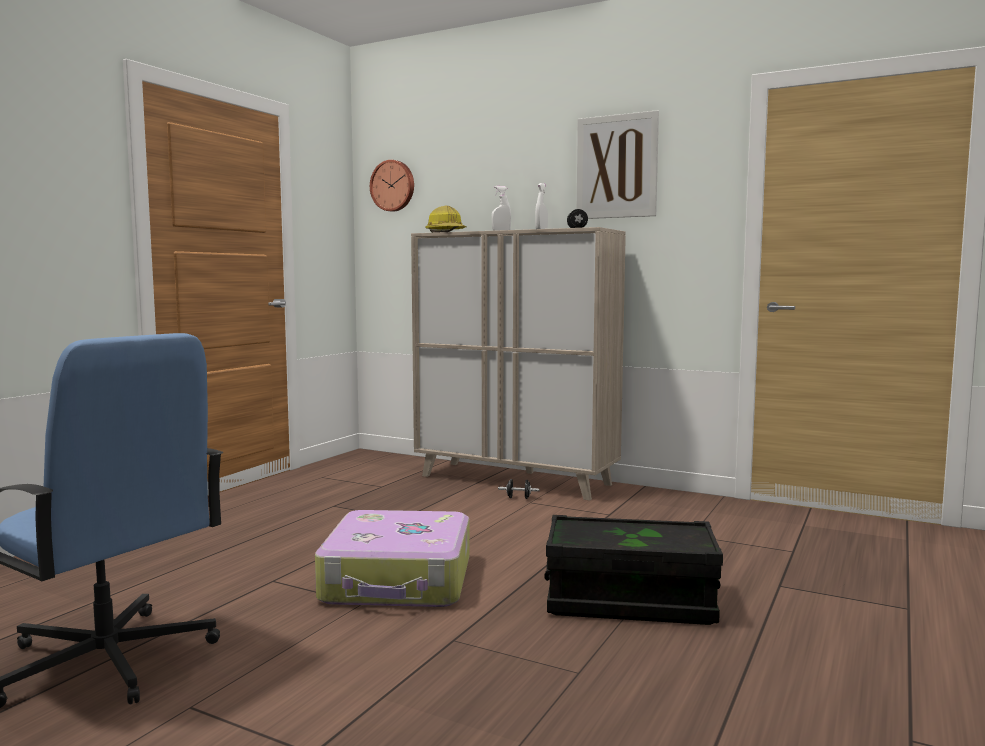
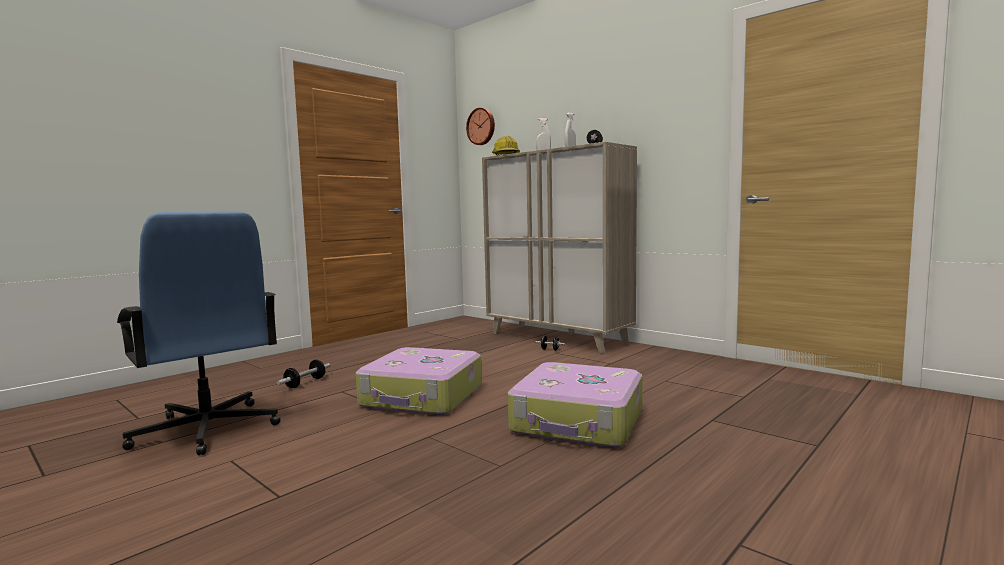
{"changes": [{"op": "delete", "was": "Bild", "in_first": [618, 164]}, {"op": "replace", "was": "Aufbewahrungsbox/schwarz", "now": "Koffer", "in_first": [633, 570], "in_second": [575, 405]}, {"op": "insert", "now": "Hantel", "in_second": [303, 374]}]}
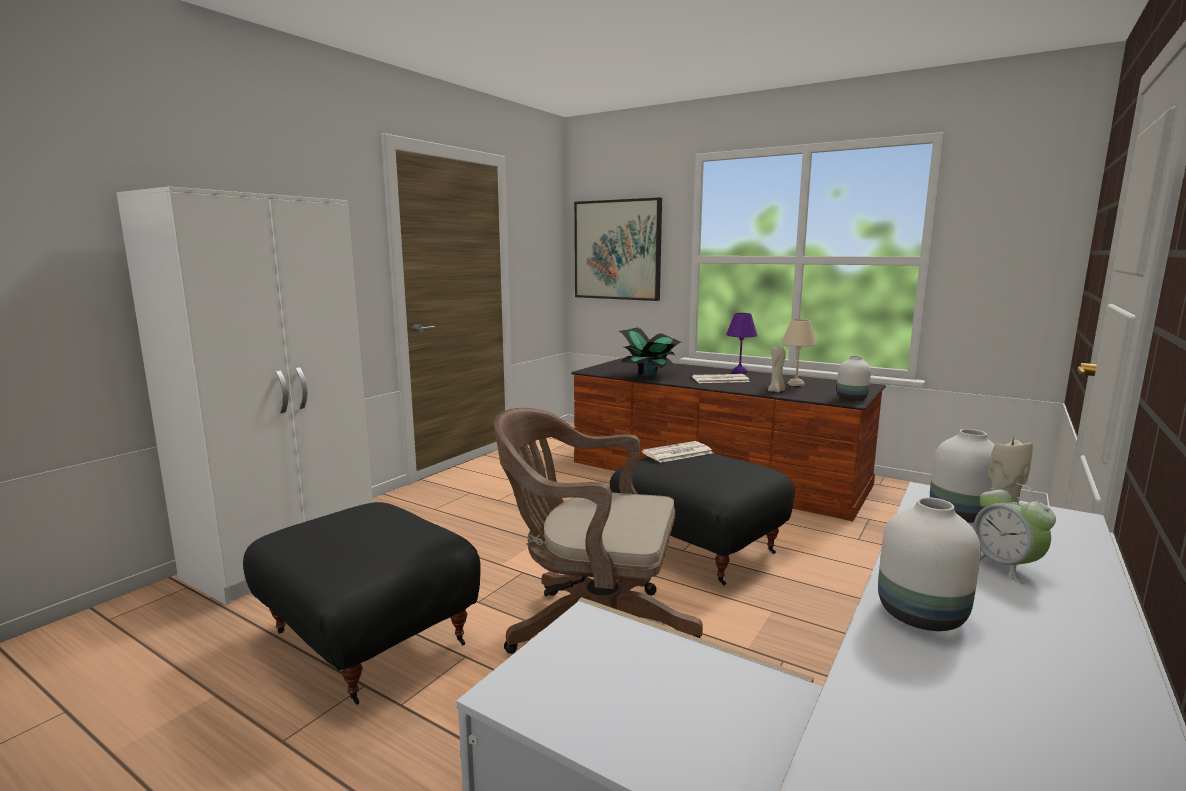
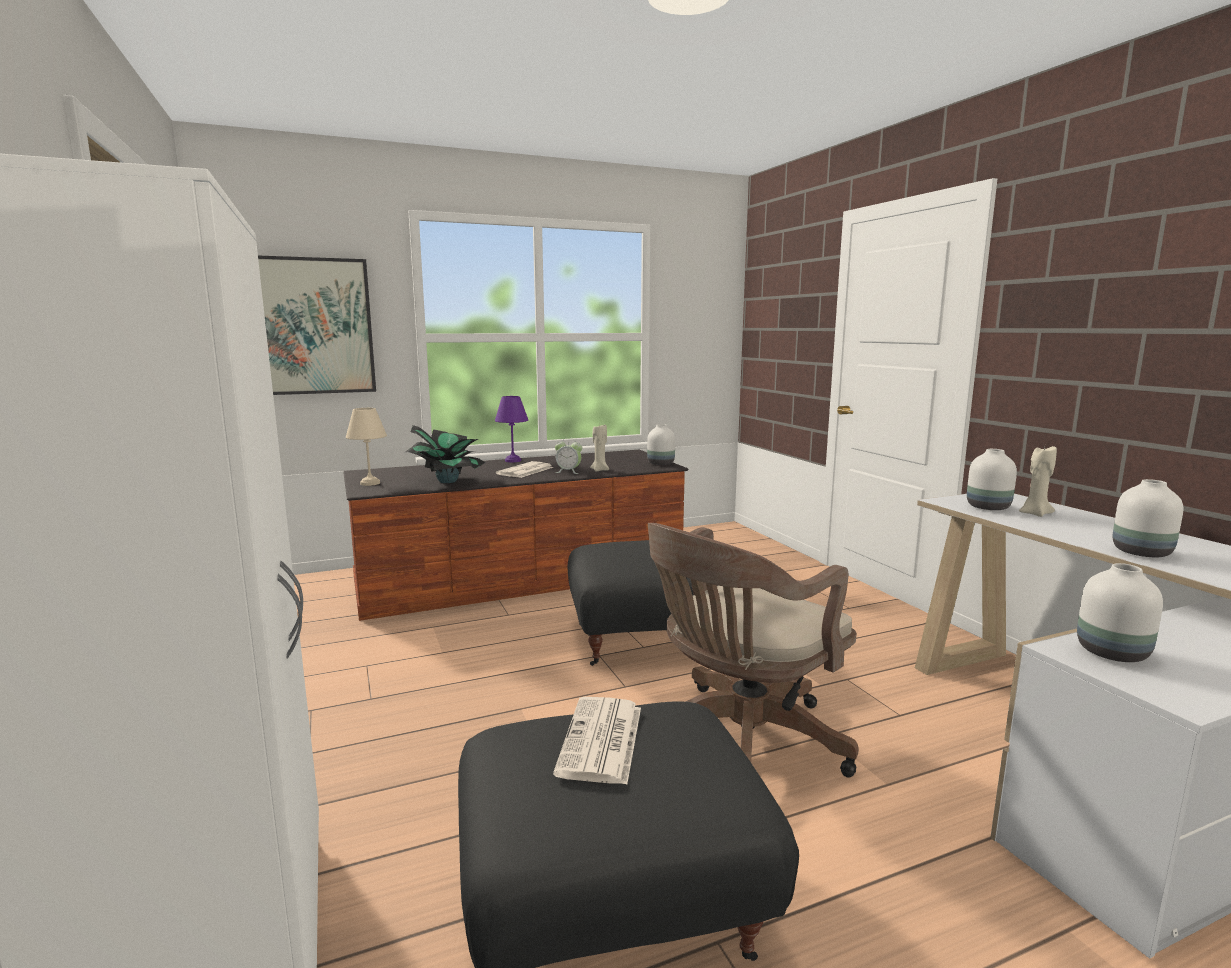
{"changes": [{"op": "move", "was": "Tischlampe/beige", "in_first": [799, 352], "in_second": [366, 447]}, {"op": "move", "was": "Zeitung", "in_first": [677, 452], "in_second": [597, 741]}, {"op": "move", "was": "Wecker", "in_first": [1014, 533], "in_second": [568, 455]}, {"op": "insert", "now": "Vase/weiß", "in_second": [1120, 612]}]}
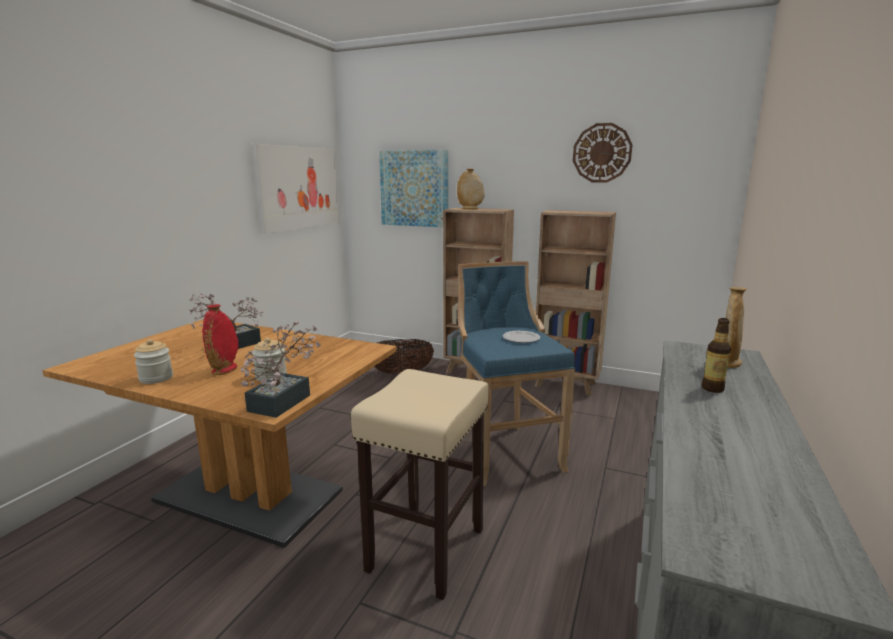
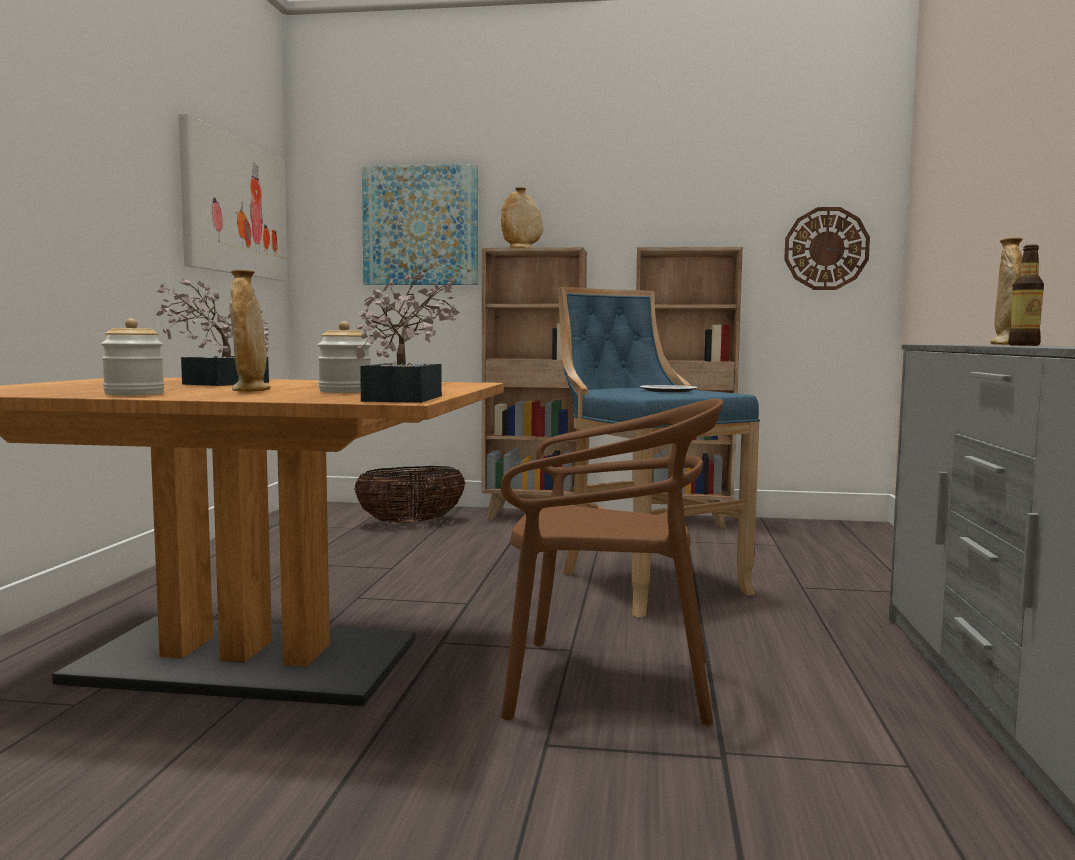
{"changes": [{"op": "move", "was": "Wanduhr", "in_first": [603, 153], "in_second": [827, 248]}, {"op": "recolor", "was": "Vase/rot", "now": "Vase/beige", "in_first": [220, 339], "in_second": [249, 330]}, {"op": "replace", "was": "Hocker/beige", "now": "Stuhl/braun", "in_first": [420, 484], "in_second": [612, 562]}]}
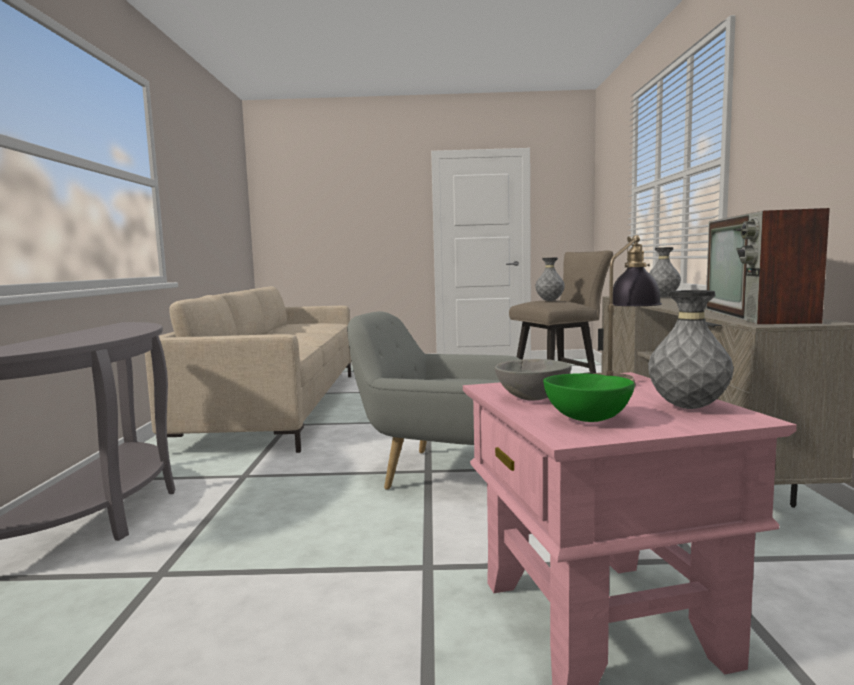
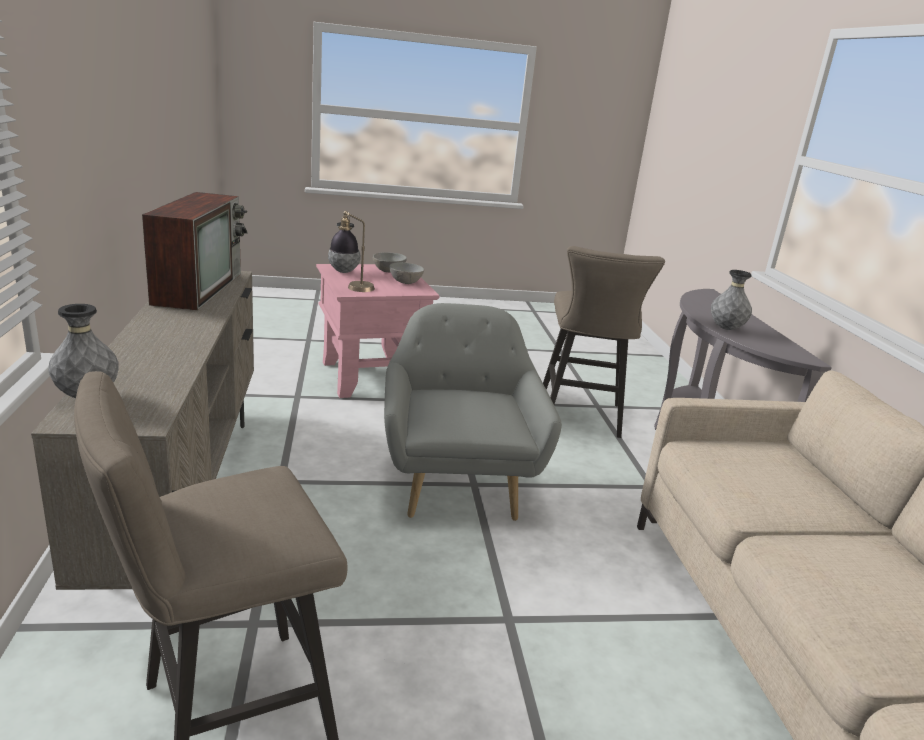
{"changes": [{"op": "move", "was": "Vase/grau", "in_first": [550, 279], "in_second": [731, 300]}, {"op": "rotate", "was": "Sessel/grau", "in_first": [433, 400], "in_second": [473, 412], "clockwise": -105}, {"op": "recolor", "was": "Schüssel/grün", "now": "Schüssel/grau", "in_first": [589, 398], "in_second": [390, 262]}, {"op": "insert", "now": "Hocker/beige", "in_second": [604, 342]}]}
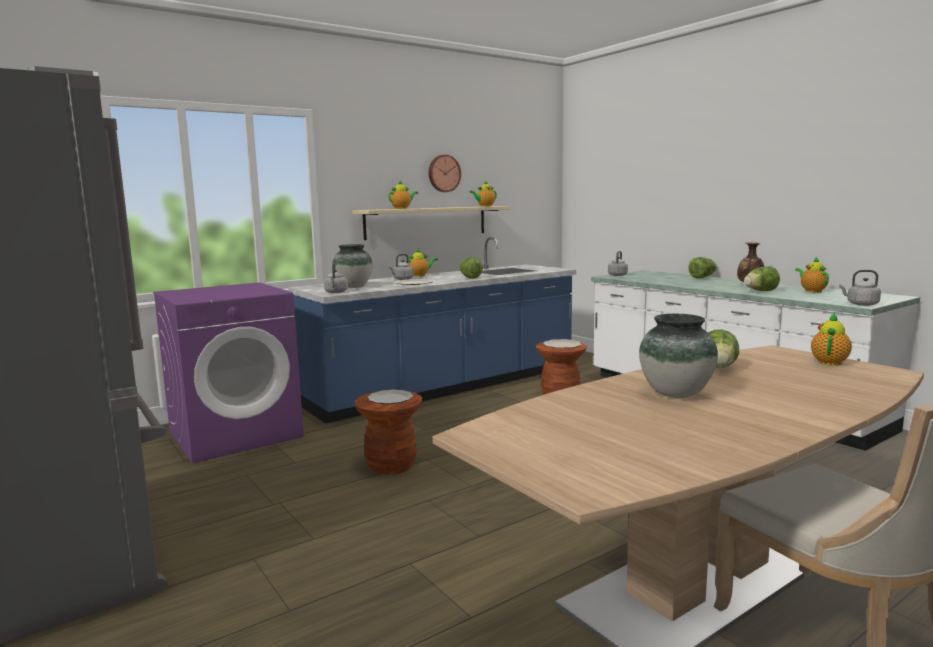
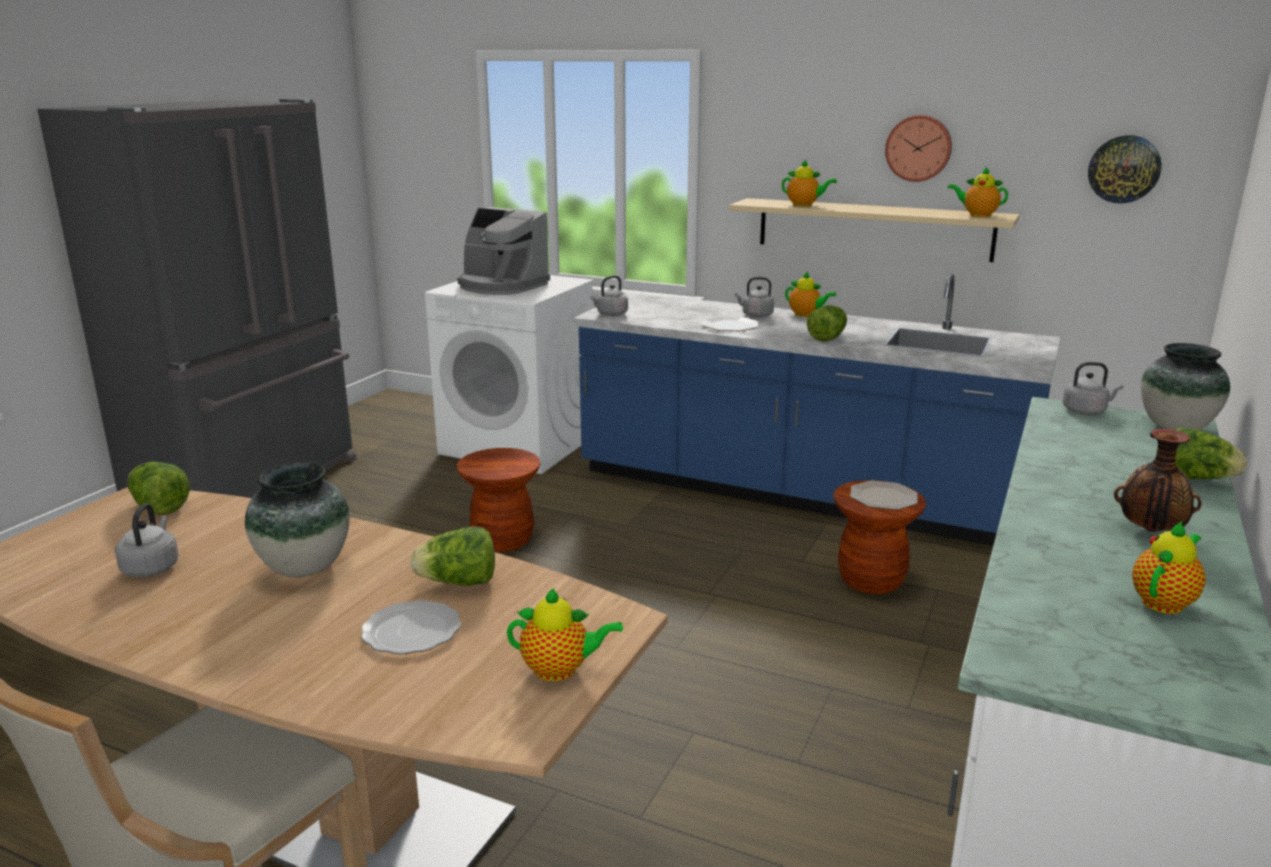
{"changes": [{"op": "move", "was": "Vase", "in_first": [352, 266], "in_second": [1185, 386]}, {"op": "move", "was": "Salatkopf", "in_first": [762, 278], "in_second": [159, 488]}, {"op": "move", "was": "Wasserkessel/grau", "in_first": [860, 288], "in_second": [147, 540]}, {"op": "recolor", "was": "Waschmaschine/lila", "now": "Waschmaschine/weiß", "in_first": [228, 372], "in_second": [509, 374]}, {"op": "move", "was": "Teller", "in_first": [390, 397], "in_second": [411, 627]}, {"op": "insert", "now": "Wanduhr", "in_second": [1125, 169]}, {"op": "insert", "now": "Kaffeemaschine", "in_second": [503, 251]}]}
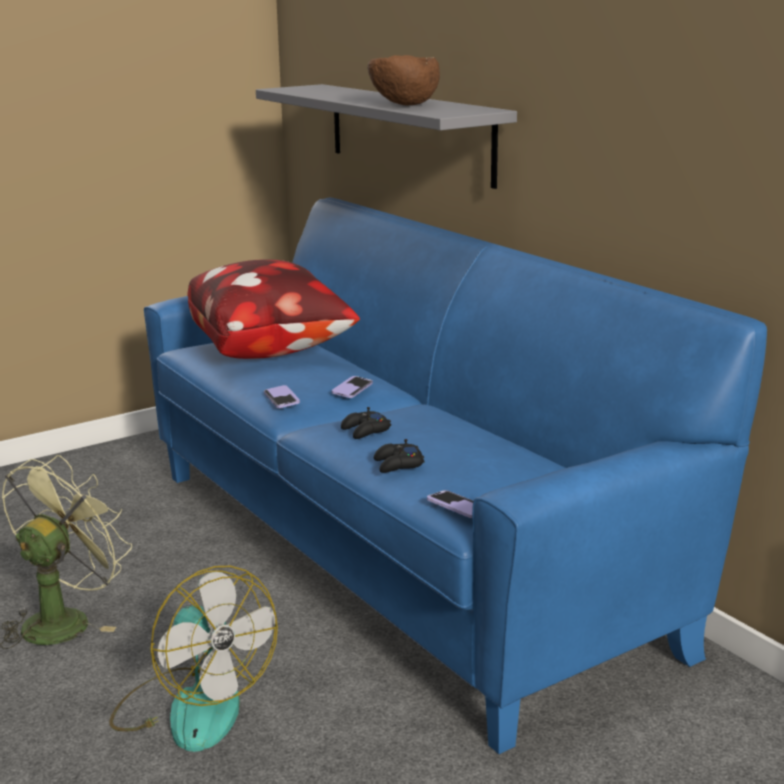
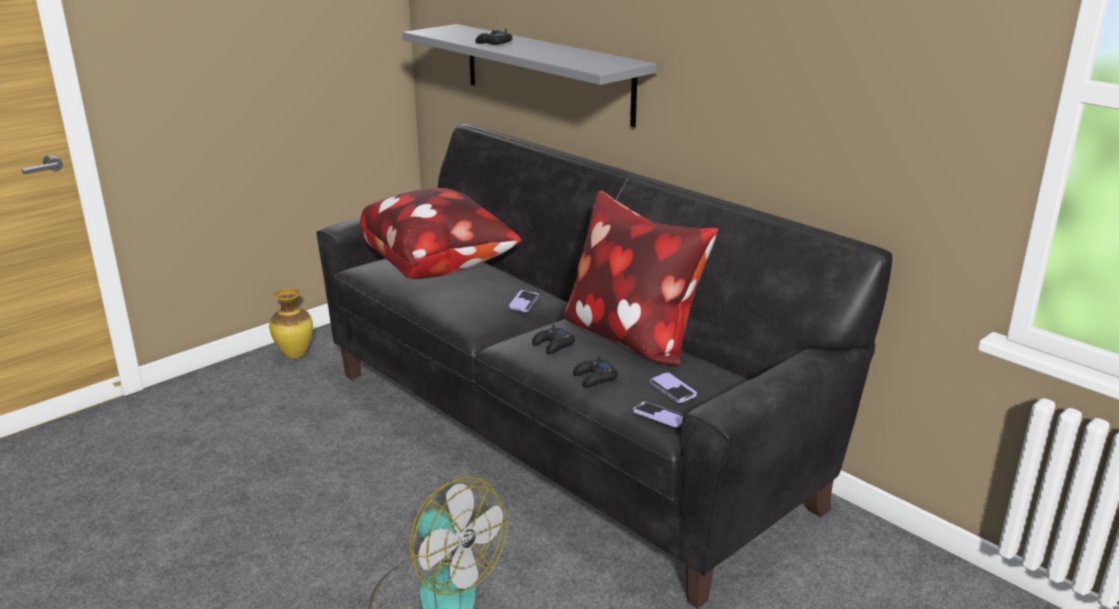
{"changes": [{"op": "delete", "was": "Schüssel/braun", "in_first": [403, 80]}, {"op": "recolor", "was": "Sofa/blau", "now": "Sofa/schwarz", "in_first": [455, 475], "in_second": [605, 366]}, {"op": "move", "was": "Handy", "in_first": [282, 396], "in_second": [673, 388]}, {"op": "delete", "was": "Ventilator/grün", "in_first": [66, 552]}, {"op": "insert", "now": "Gamepad/schwarz", "in_second": [494, 37]}, {"op": "insert", "now": "Kissen", "in_second": [641, 277]}, {"op": "insert", "now": "Vase", "in_second": [291, 323]}]}
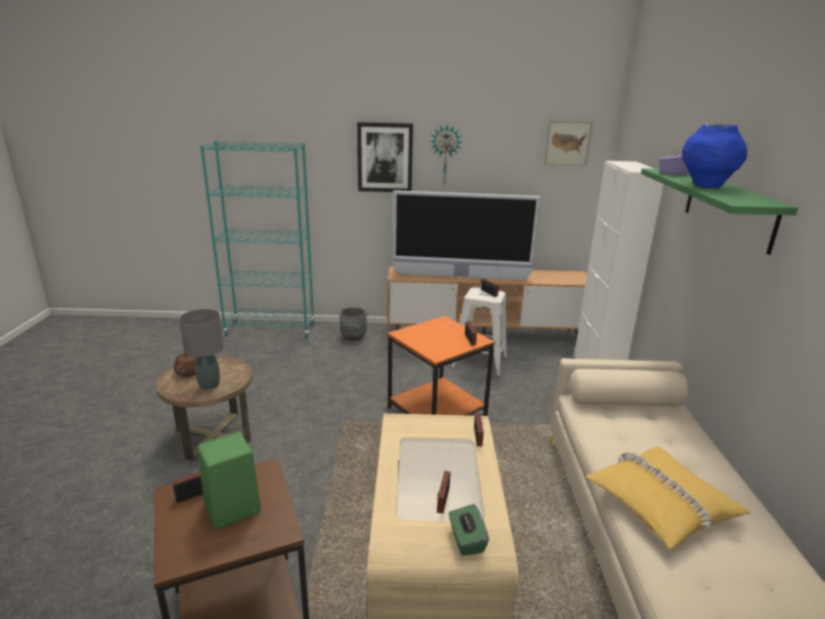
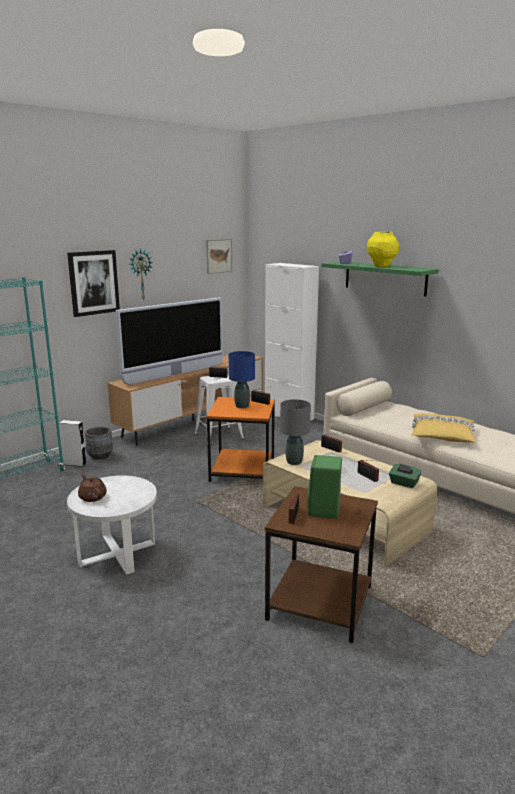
{"changes": [{"op": "recolor", "was": "Vase/blau", "now": "Vase/gelb", "in_first": [714, 156], "in_second": [382, 249]}, {"op": "move", "was": "Tischlampe/grau", "in_first": [201, 349], "in_second": [295, 432]}, {"op": "recolor", "was": "Beistelltisch/braun", "now": "Beistelltisch/weiß", "in_first": [204, 408], "in_second": [112, 525]}, {"op": "insert", "now": "Tischlampe/blau", "in_second": [242, 379]}, {"op": "insert", "now": "Lautsprecher/weiß", "in_second": [73, 443]}]}
